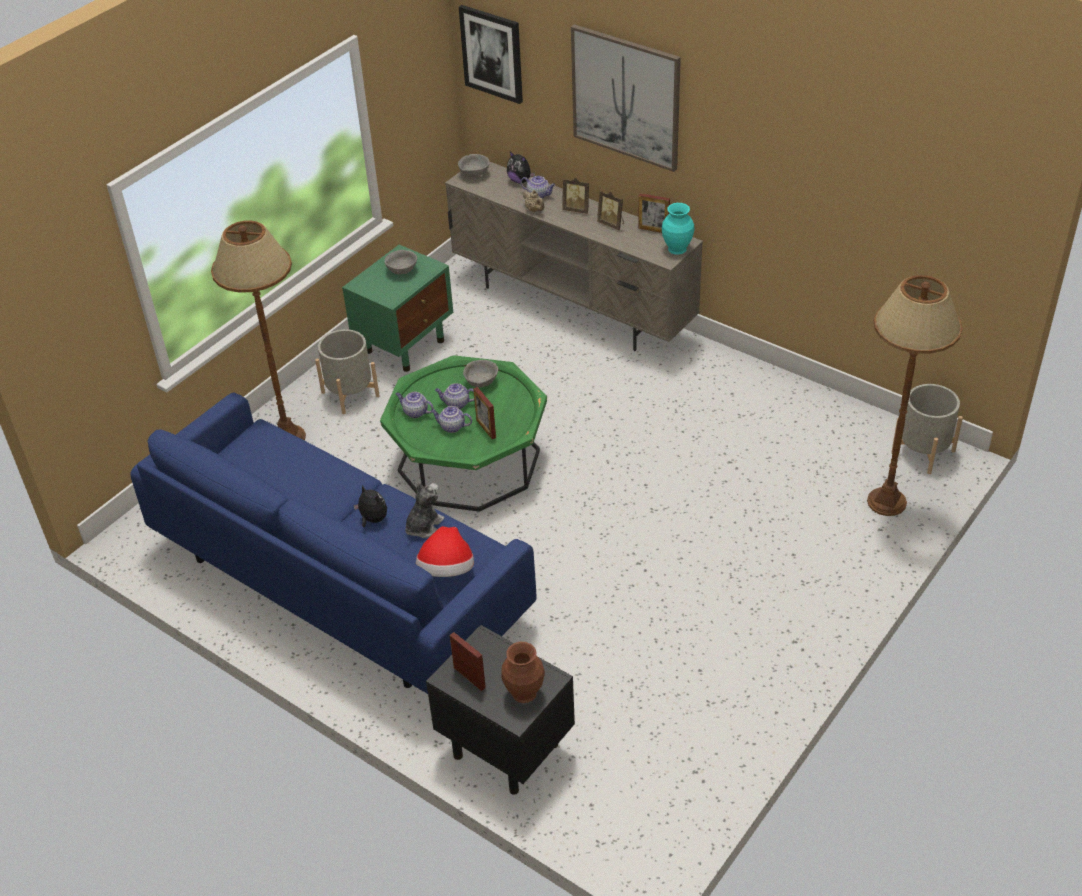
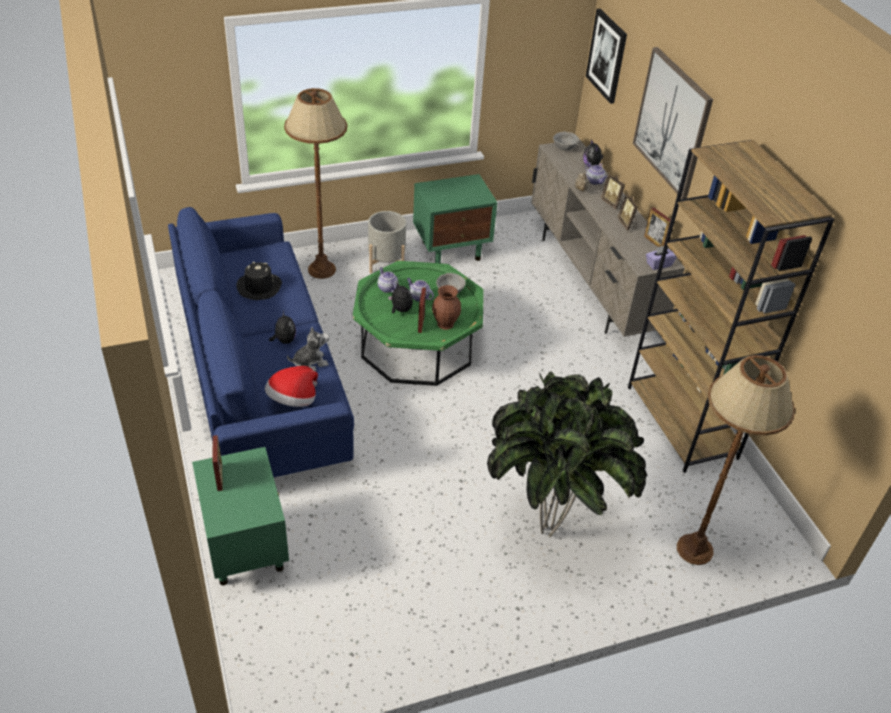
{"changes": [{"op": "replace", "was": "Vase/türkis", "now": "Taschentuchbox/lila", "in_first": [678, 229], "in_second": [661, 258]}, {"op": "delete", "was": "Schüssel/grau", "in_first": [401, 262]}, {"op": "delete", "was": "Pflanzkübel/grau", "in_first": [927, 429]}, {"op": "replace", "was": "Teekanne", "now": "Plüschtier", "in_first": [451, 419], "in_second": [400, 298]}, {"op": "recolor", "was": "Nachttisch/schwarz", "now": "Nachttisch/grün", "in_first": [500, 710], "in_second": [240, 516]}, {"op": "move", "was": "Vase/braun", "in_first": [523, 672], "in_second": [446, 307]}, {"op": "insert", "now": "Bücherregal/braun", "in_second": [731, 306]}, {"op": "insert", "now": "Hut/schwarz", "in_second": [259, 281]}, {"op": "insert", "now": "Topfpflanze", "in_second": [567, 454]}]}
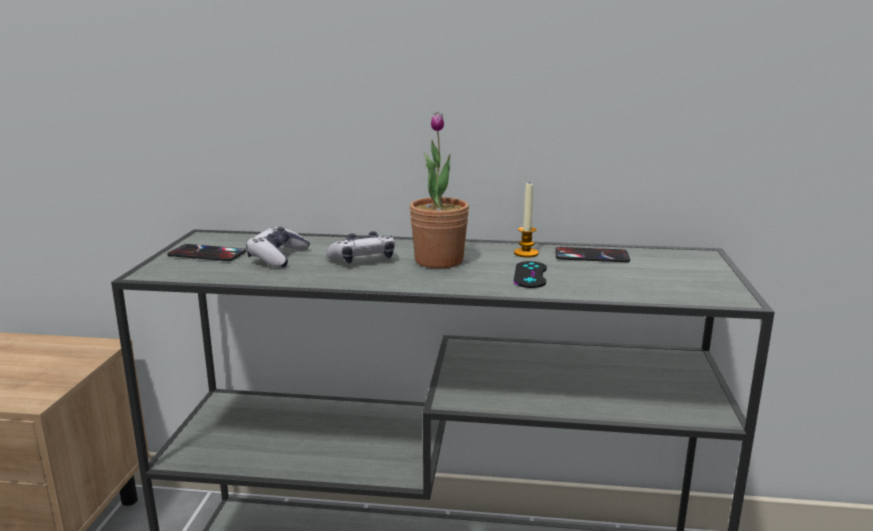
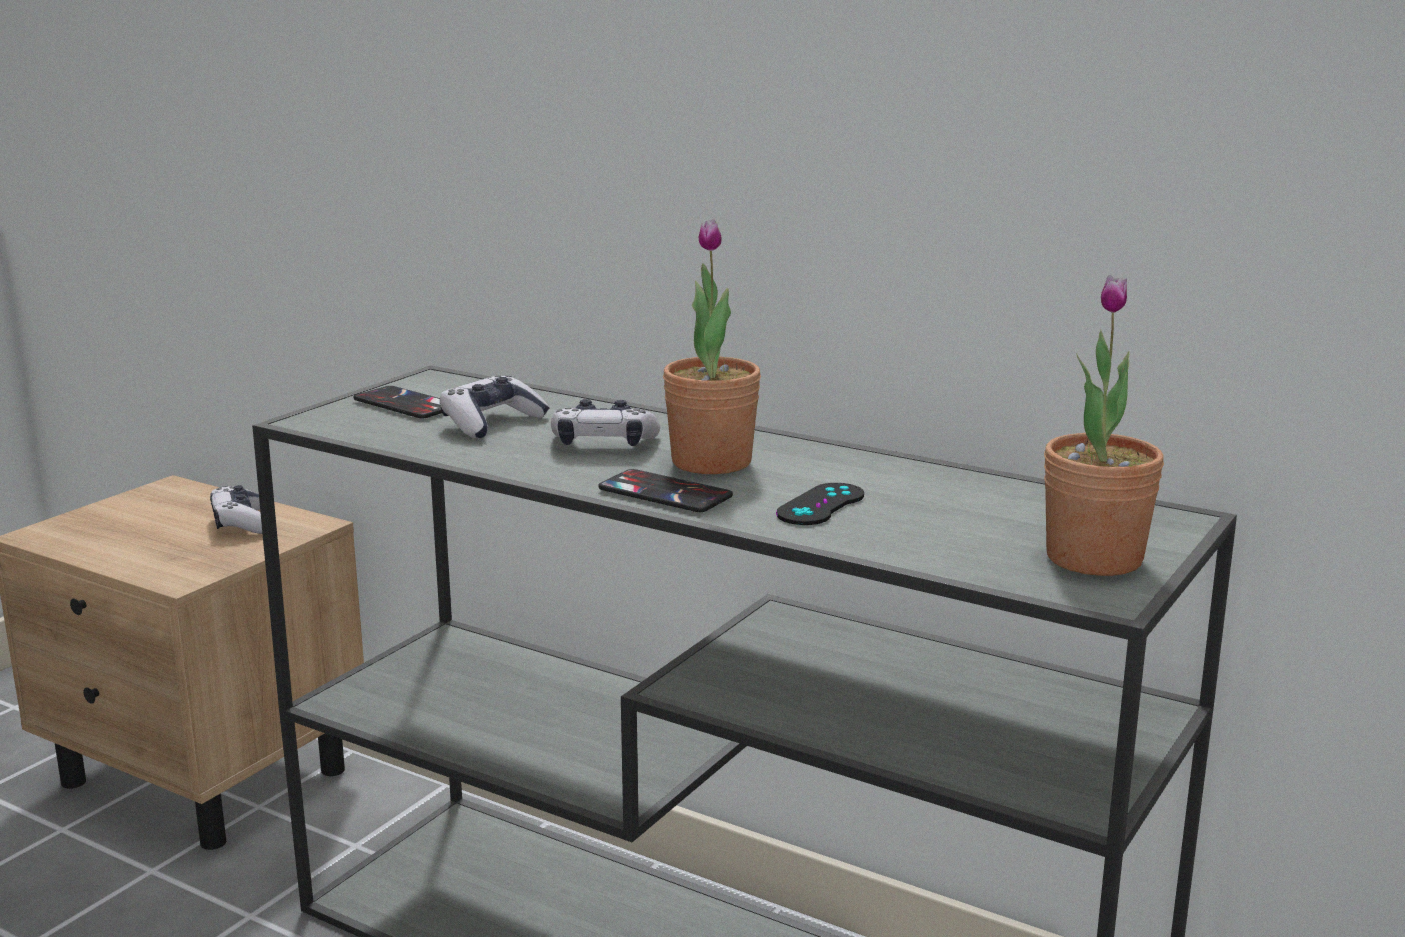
{"changes": [{"op": "delete", "was": "Kerze", "in_first": [526, 219]}, {"op": "move", "was": "Handy", "in_first": [592, 254], "in_second": [665, 490]}, {"op": "insert", "now": "Topfpflanze", "in_second": [1104, 425]}, {"op": "insert", "now": "Gamepad", "in_second": [236, 509]}]}
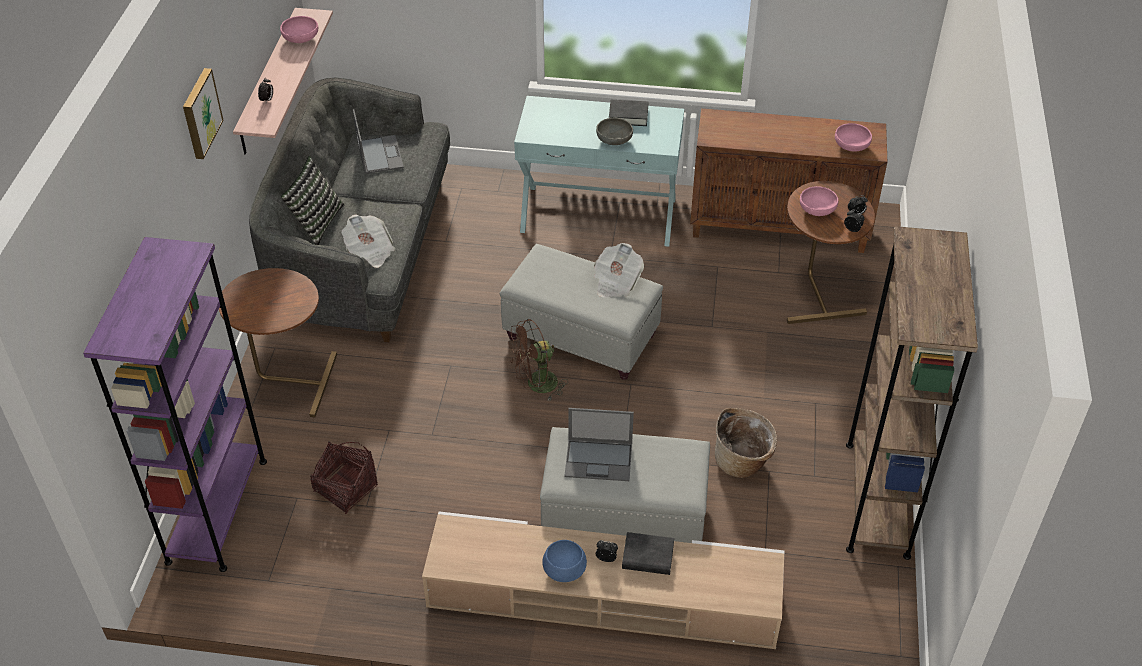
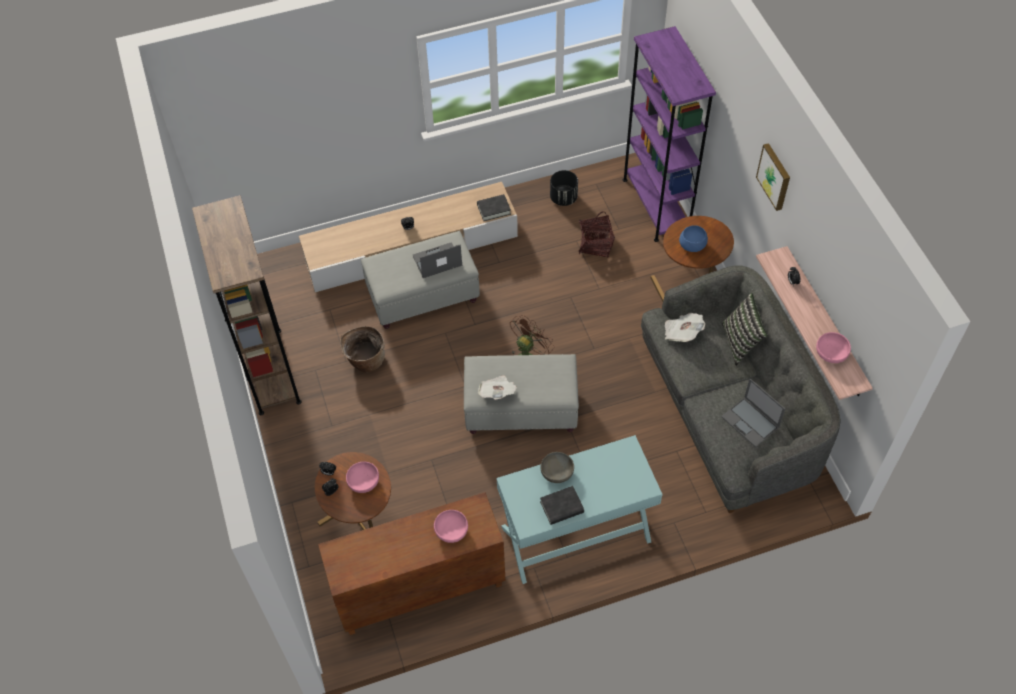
{"changes": [{"op": "move", "was": "Schüssel/rosa", "in_first": [853, 137], "in_second": [451, 526]}, {"op": "move", "was": "Buch/schwarz", "in_first": [648, 553], "in_second": [494, 207]}, {"op": "move", "was": "Schüssel/blau", "in_first": [564, 561], "in_second": [693, 238]}, {"op": "insert", "now": "Pflanzkübel/schwarz", "in_second": [564, 188]}]}
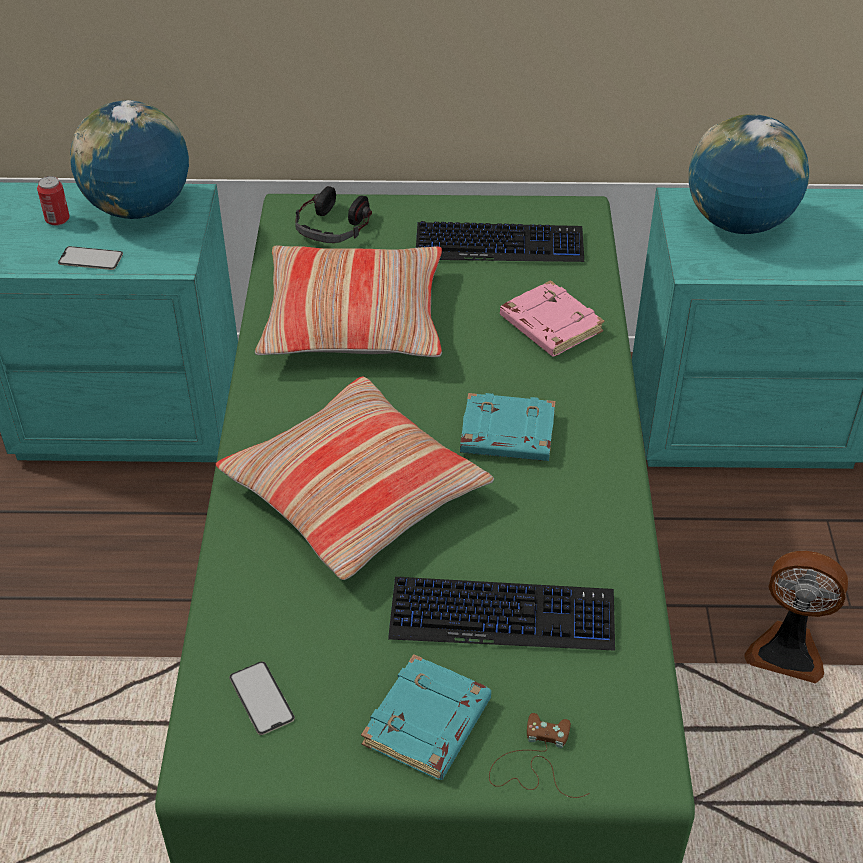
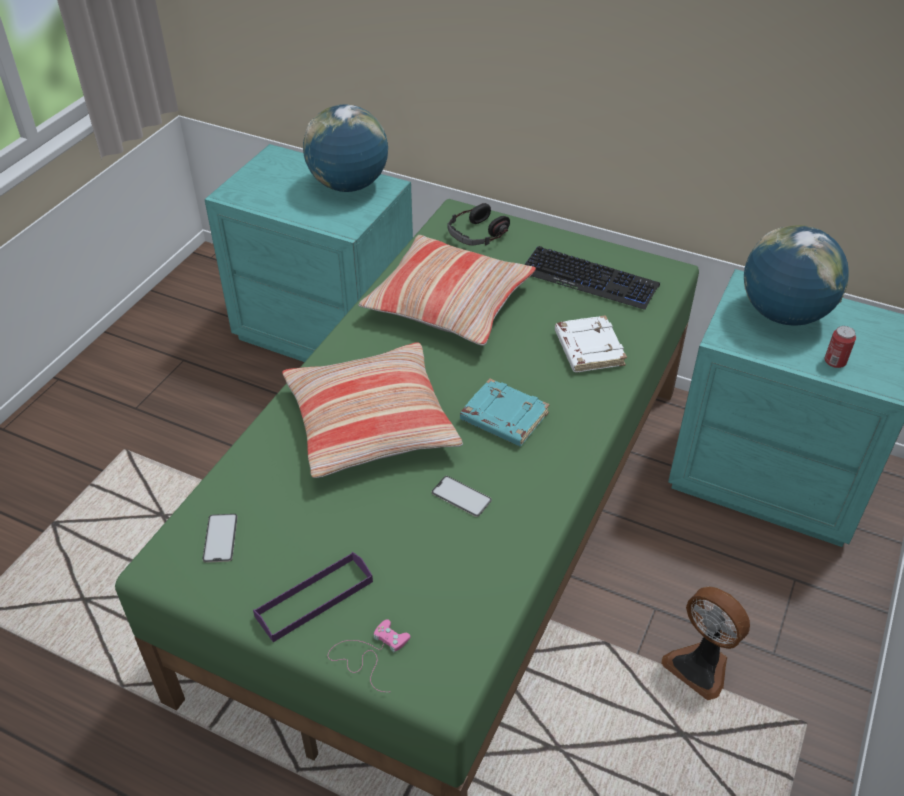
{"changes": [{"op": "move", "was": "Dose", "in_first": [53, 201], "in_second": [840, 347]}, {"op": "move", "was": "Handy", "in_first": [90, 258], "in_second": [462, 496]}, {"op": "recolor", "was": "Buch/rosa", "now": "Buch/weiß", "in_first": [552, 318], "in_second": [591, 343]}, {"op": "delete", "was": "Tastatur", "in_first": [501, 614]}, {"op": "replace", "was": "Buch/türkis", "now": "Tablett/lila", "in_first": [426, 717], "in_second": [313, 597]}, {"op": "recolor", "was": "Gamepad/braun", "now": "Gamepad/rosa", "in_first": [539, 755], "in_second": [369, 655]}]}
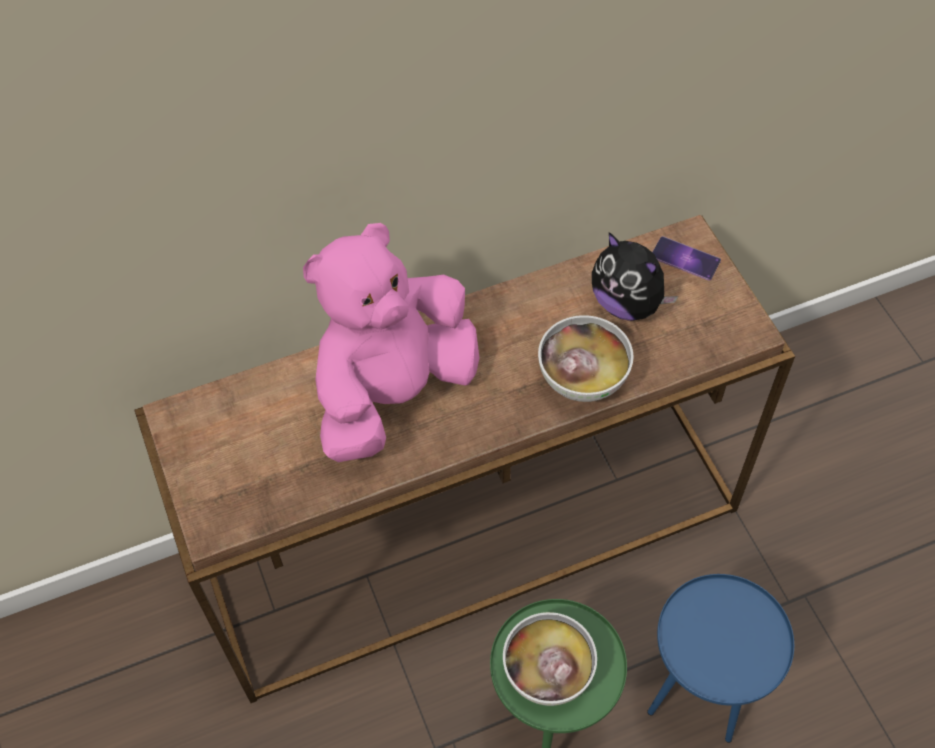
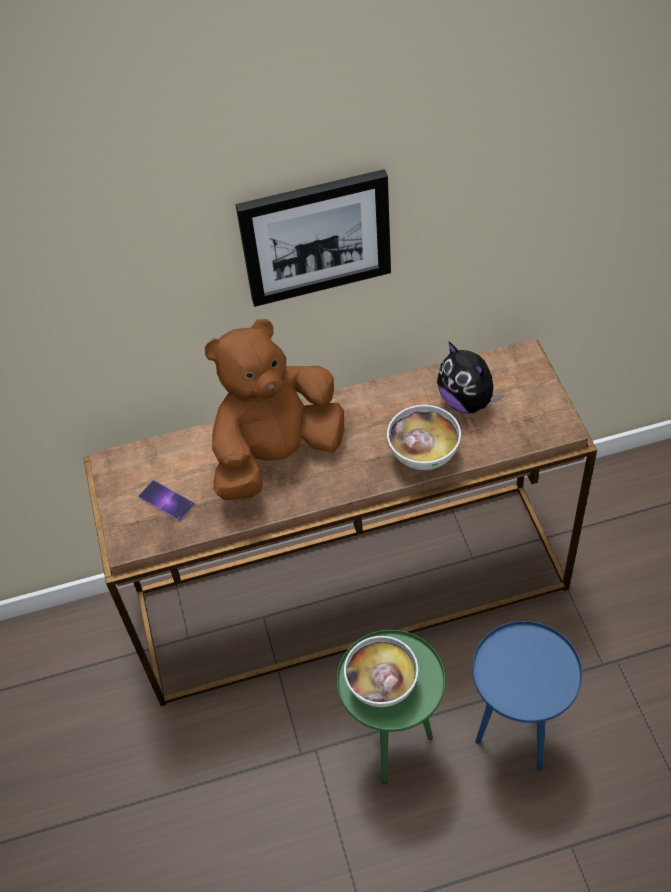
{"changes": [{"op": "recolor", "was": "Plüschtier/rosa", "now": "Plüschtier/braun", "in_first": [391, 342], "in_second": [274, 409]}, {"op": "move", "was": "Handy", "in_first": [686, 258], "in_second": [167, 500]}, {"op": "insert", "now": "Bild", "in_second": [313, 238]}]}
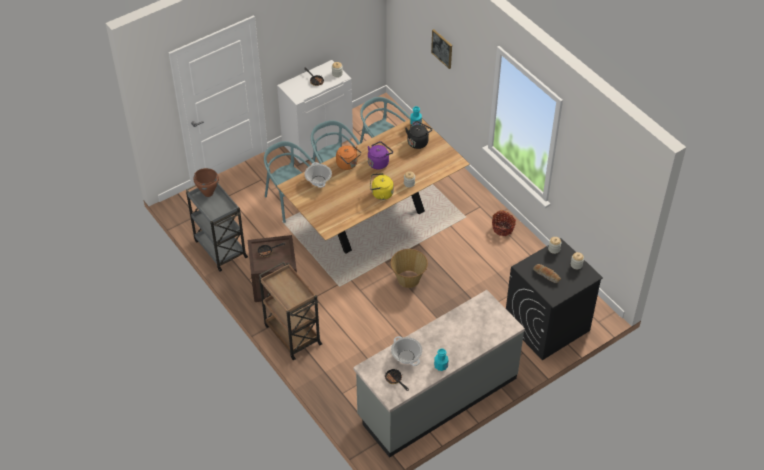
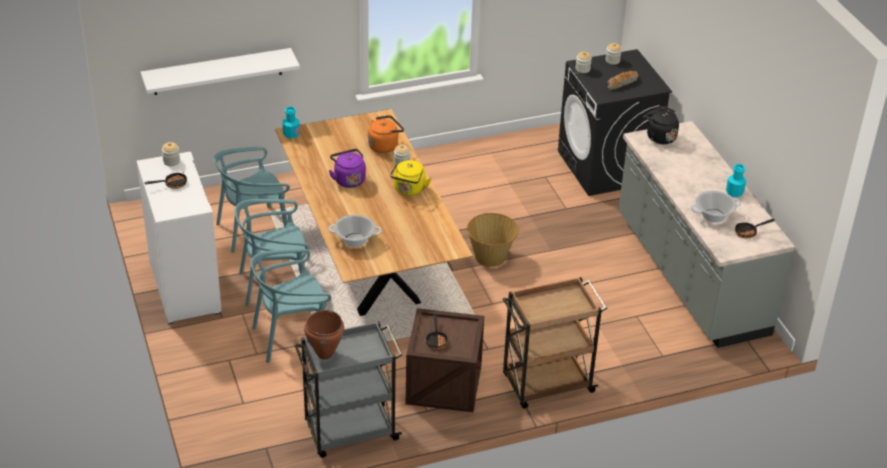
{"changes": [{"op": "delete", "was": "Bild", "in_first": [441, 49]}, {"op": "move", "was": "Wasserkessel/schwarz", "in_first": [418, 135], "in_second": [661, 125]}, {"op": "move", "was": "Wasserkessel/orange", "in_first": [348, 157], "in_second": [386, 134]}, {"op": "delete", "was": "Korb", "in_first": [504, 223]}, {"op": "insert", "now": "Wandregal/weiß", "in_second": [220, 71]}]}
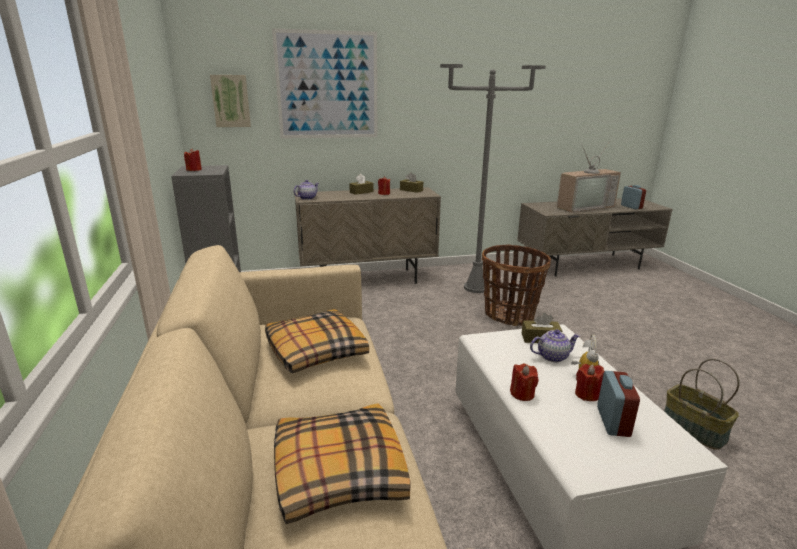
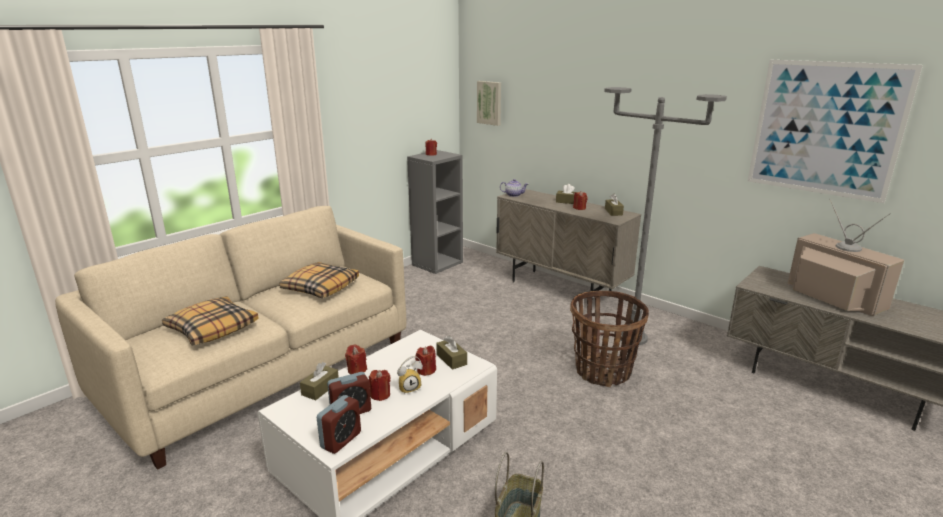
{"changes": [{"op": "move", "was": "Bild", "in_first": [324, 83], "in_second": [835, 131]}, {"op": "rotate", "was": "Fernseher", "in_first": [589, 177], "in_second": [846, 257], "clockwise": -150}, {"op": "move", "was": "Wecker", "in_first": [633, 197], "in_second": [339, 424]}, {"op": "replace", "was": "Teekanne", "now": "Kerze/rot", "in_first": [555, 346], "in_second": [425, 361]}, {"op": "insert", "now": "Taschentuchbox/braun", "in_second": [319, 381]}]}
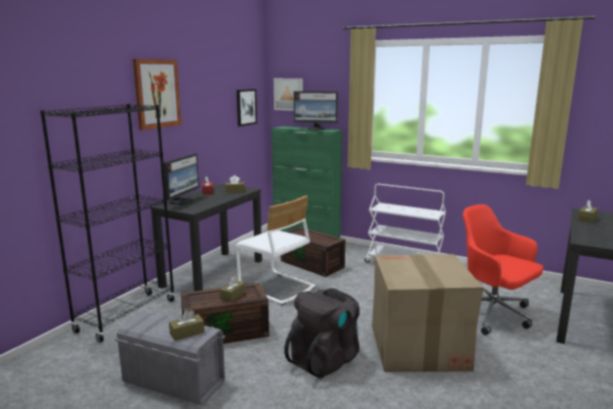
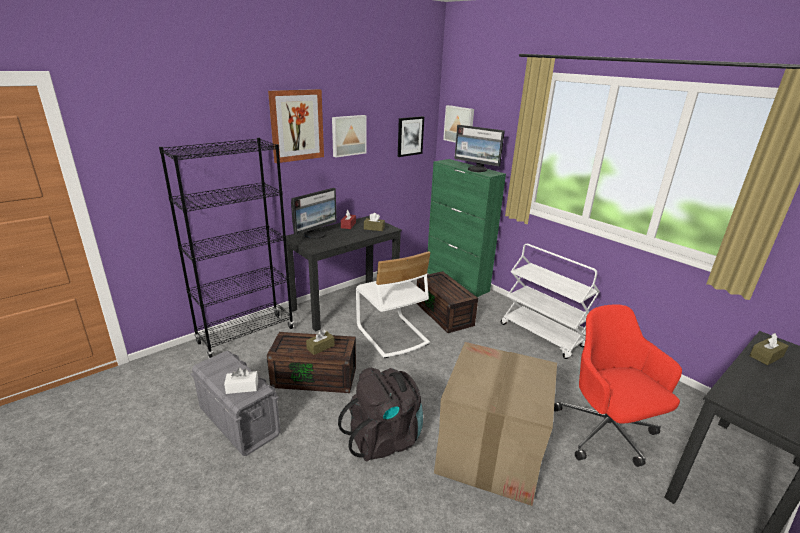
{"changes": [{"op": "recolor", "was": "Taschentuchbox/braun", "now": "Taschentuchbox/weiß", "in_first": [187, 325], "in_second": [241, 381]}, {"op": "insert", "now": "Bild", "in_second": [349, 136]}]}
